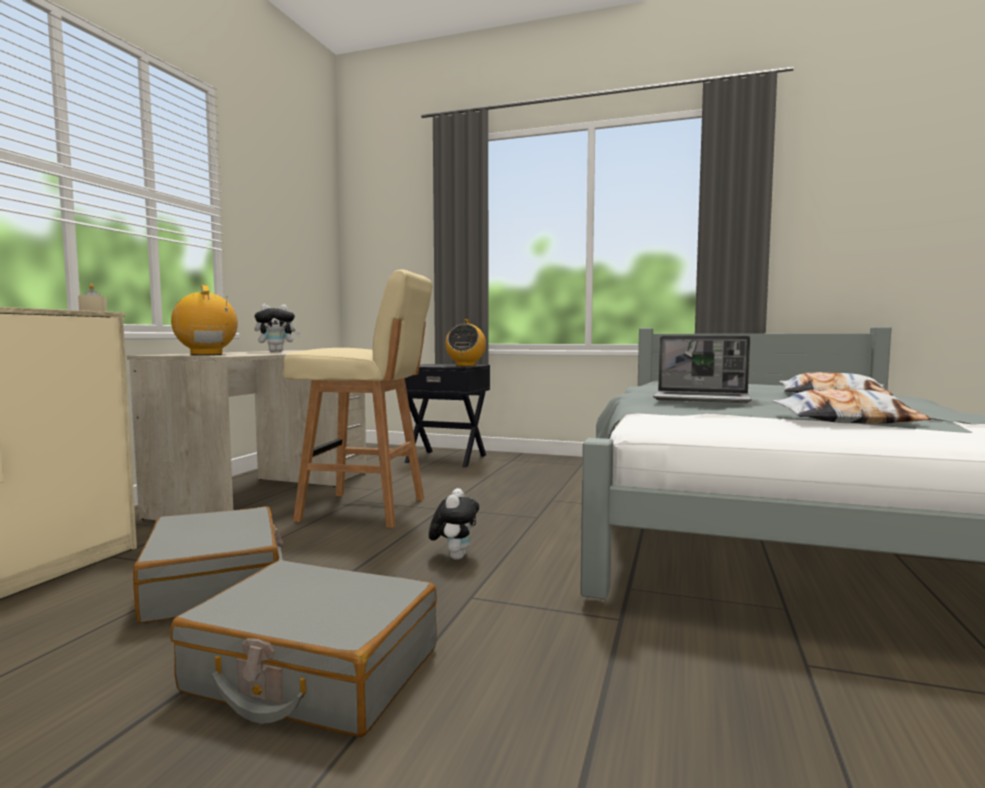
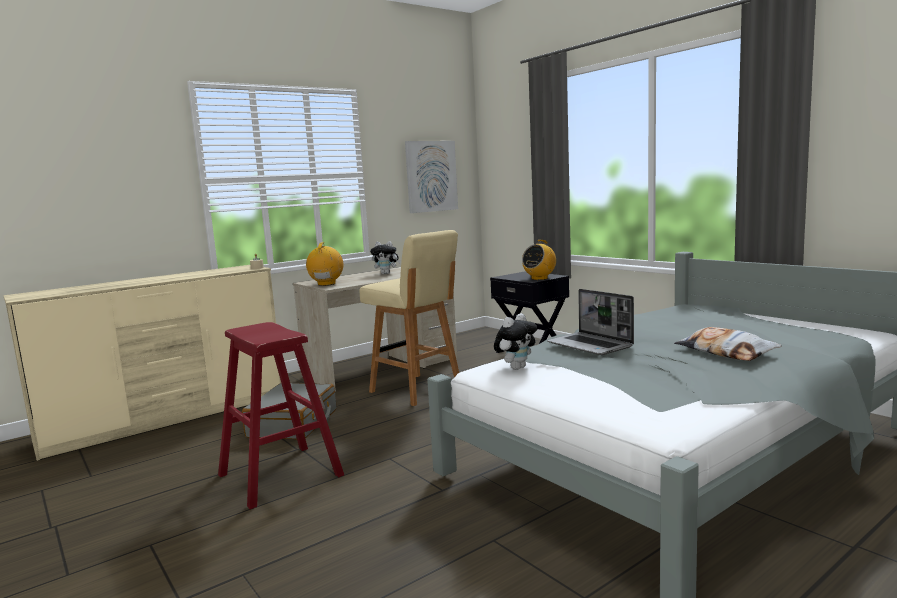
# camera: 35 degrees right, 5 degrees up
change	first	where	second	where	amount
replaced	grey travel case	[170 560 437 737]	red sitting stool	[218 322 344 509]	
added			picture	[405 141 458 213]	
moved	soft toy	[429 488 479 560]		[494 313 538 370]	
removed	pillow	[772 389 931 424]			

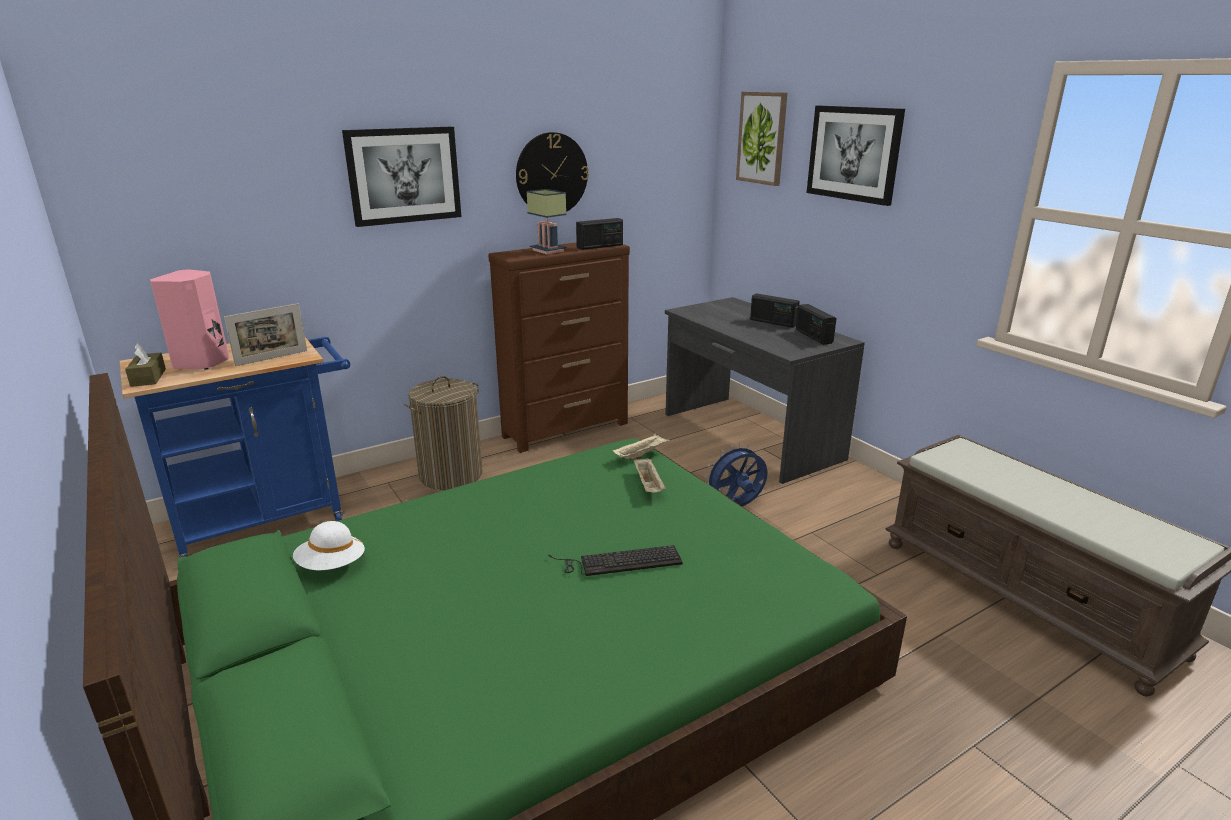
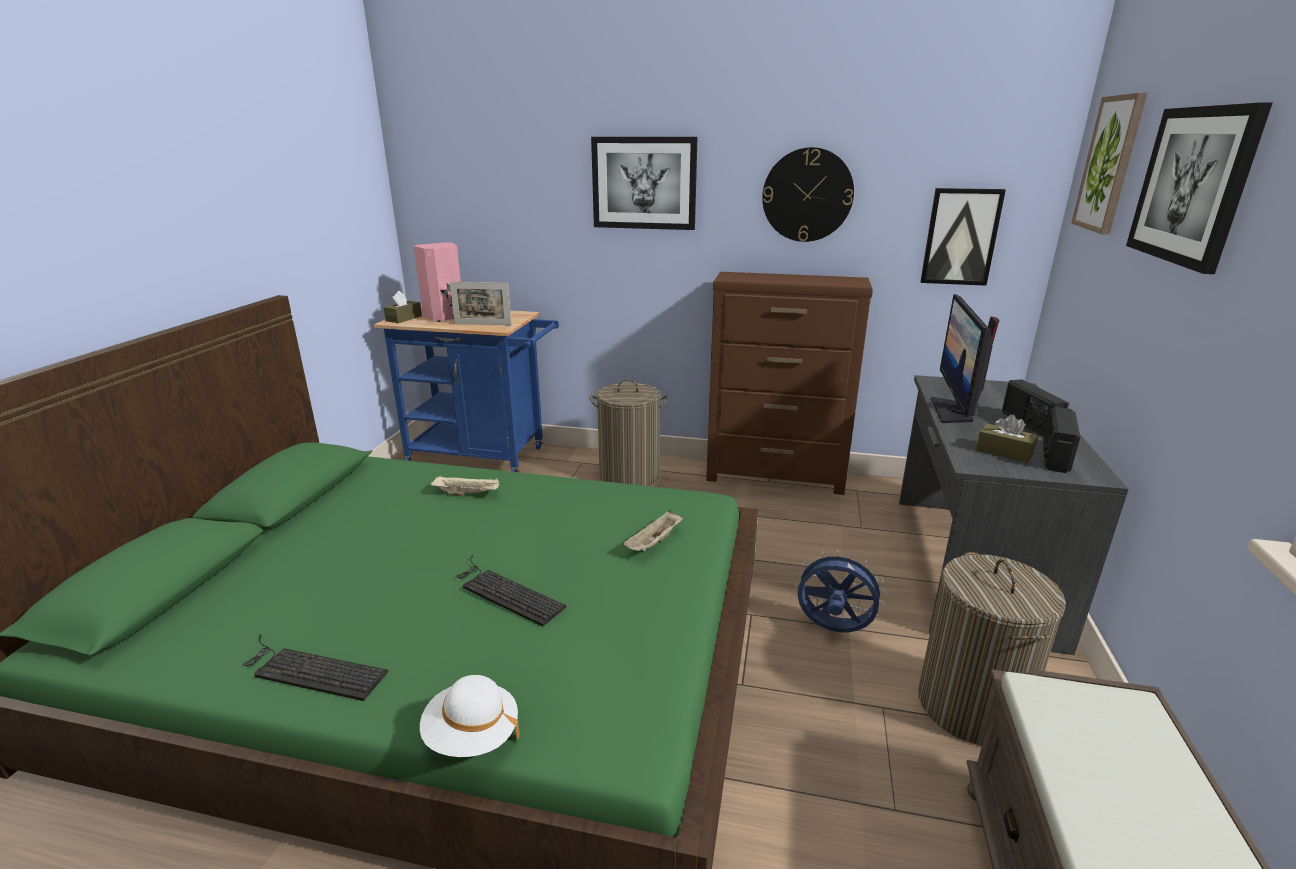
# camera: 45 degrees right, 0 degrees up
change	first	where	second	where	amount
added			PC keyboard	[243 634 389 701]	
moved	white-coloured hat	[293 521 365 570]		[420 675 519 757]	
moved	beige carrying tray	[613 433 670 460]		[431 476 499 496]	
added			hamper	[918 552 1066 745]	
added			picture	[920 188 1006 286]	
added			monitor	[931 294 999 423]	
added			brown tissue box	[976 414 1038 463]	
removed	lamp for a table	[526 189 567 254]			
removed	radio	[576 218 623 250]			

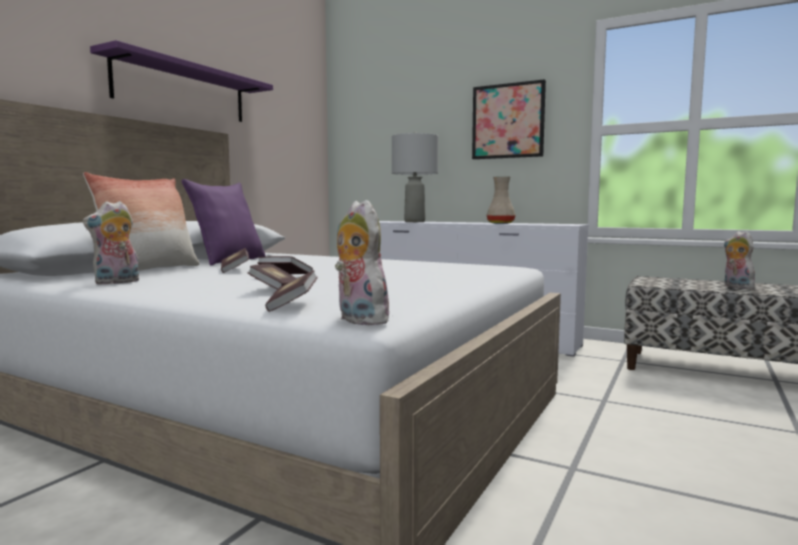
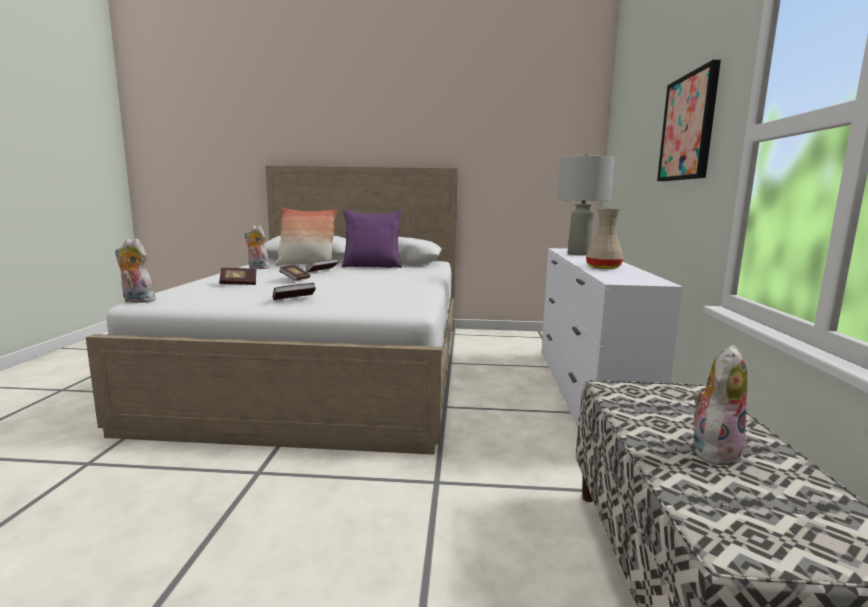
# camera: 65 degrees right, 5 degrees up
change	first	where	second	where	amount
turned	soft toy	[335 200 389 325]		[115 238 156 303]	105 degrees counterclockwise
moved	book	[265 270 318 312]		[273 283 316 300]	
removed	purple bracket shelf	[90 40 273 122]			

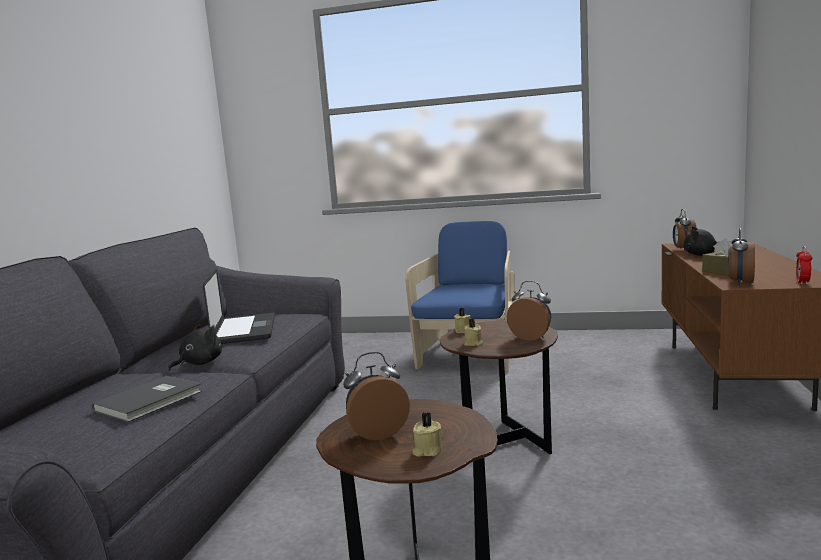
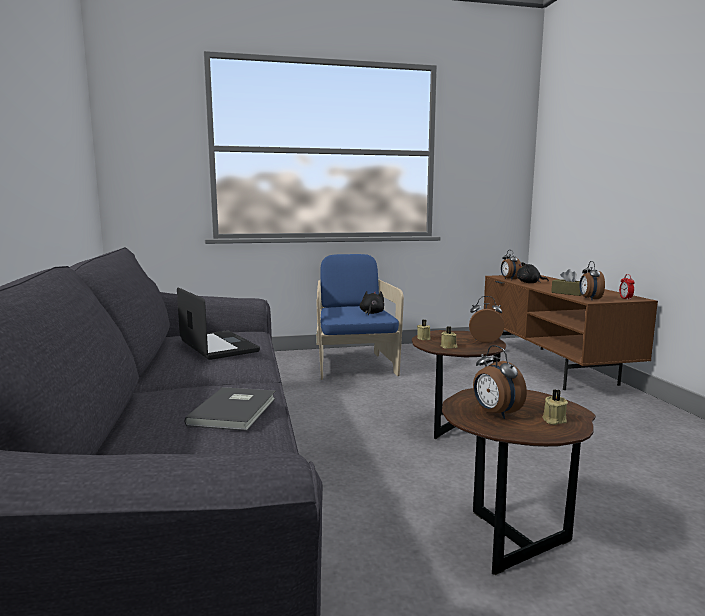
# camera: 25 degrees left, 0 degrees up
change	first	where	second	where	amount
moved	black-coloured soft toy	[168 324 222 371]		[360 291 384 315]	
turned	table clock	[343 352 410 440]		[473 345 527 419]	75 degrees counterclockwise

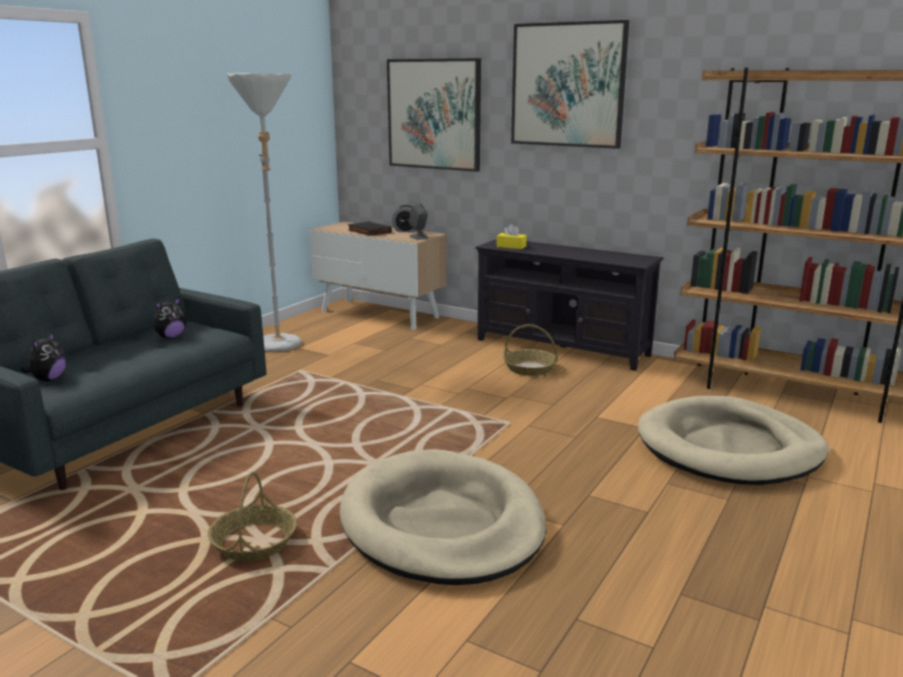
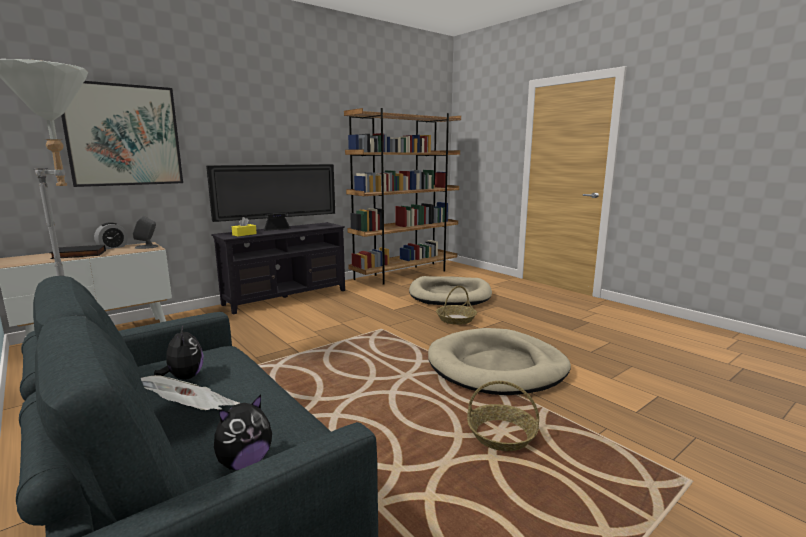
# camera: 70 degrees left, 5 degrees down
change	first	where	second	where	amount
added			newspaper	[140 375 240 410]	
added			television	[206 164 335 231]	
turned	soft toy	[20 332 66 381]		[214 394 272 470]	105 degrees clockwise
moved	household basket	[503 324 558 376]		[436 286 477 325]	
removed	picture	[511 20 629 149]			

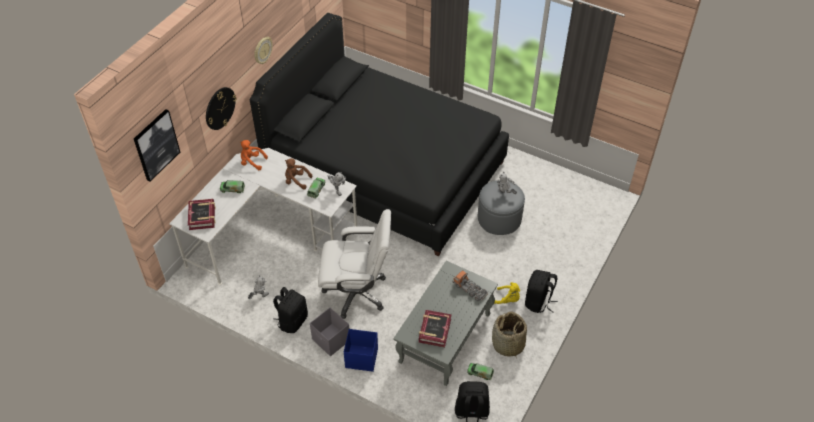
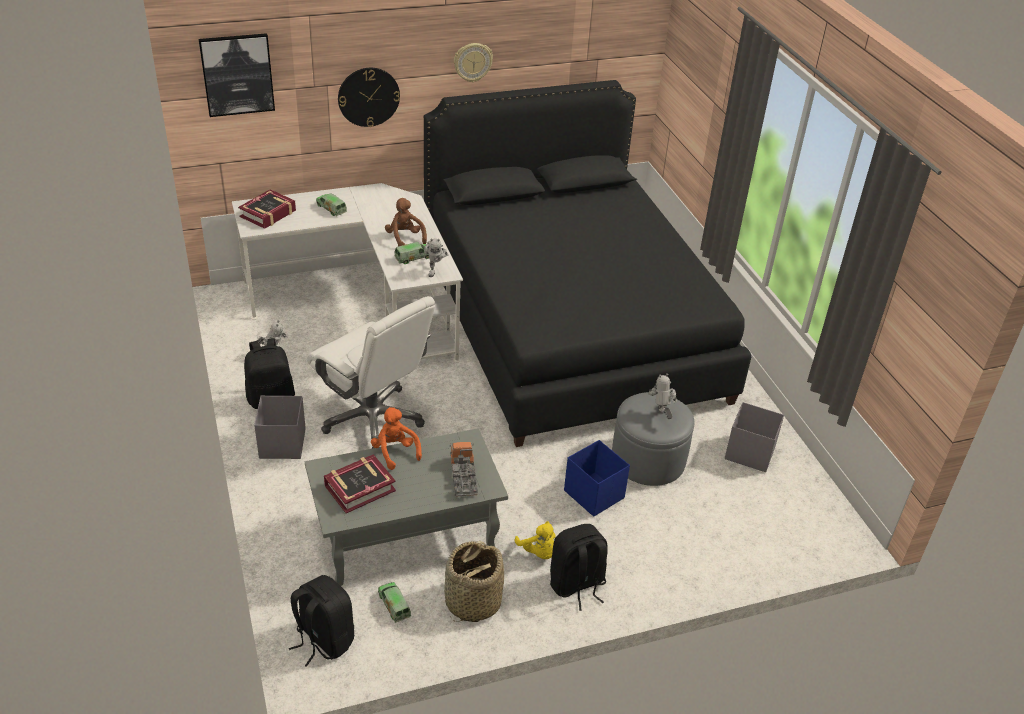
# camera: 40 degrees right, 10 degrees down
change	first	where	second	where	amount
moved	orange-coloured soft toy	[240 140 268 170]		[371 407 422 470]	
moved	bluish storage box	[344 329 378 372]		[564 440 630 517]	
added			grey storage box	[725 402 784 472]	

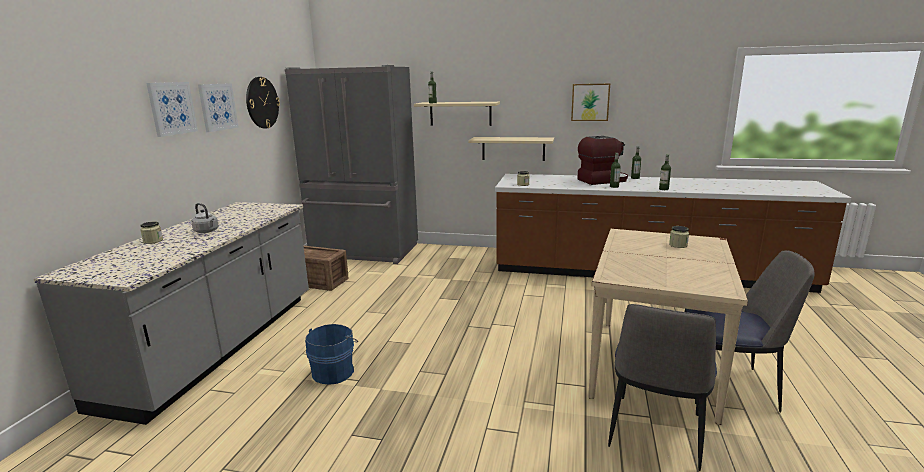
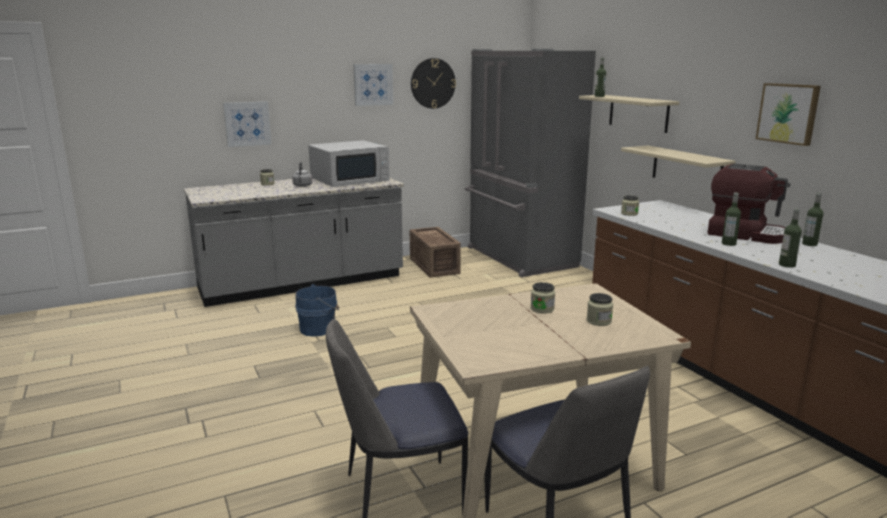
# camera: 50 degrees right, 0 degrees up
change	first	where	second	where	amount
moved	picture	[146 82 198 137]		[223 102 272 147]	
added			white-coloured kitchen microwave	[308 140 390 187]	
added			preserve jar	[531 282 555 313]	

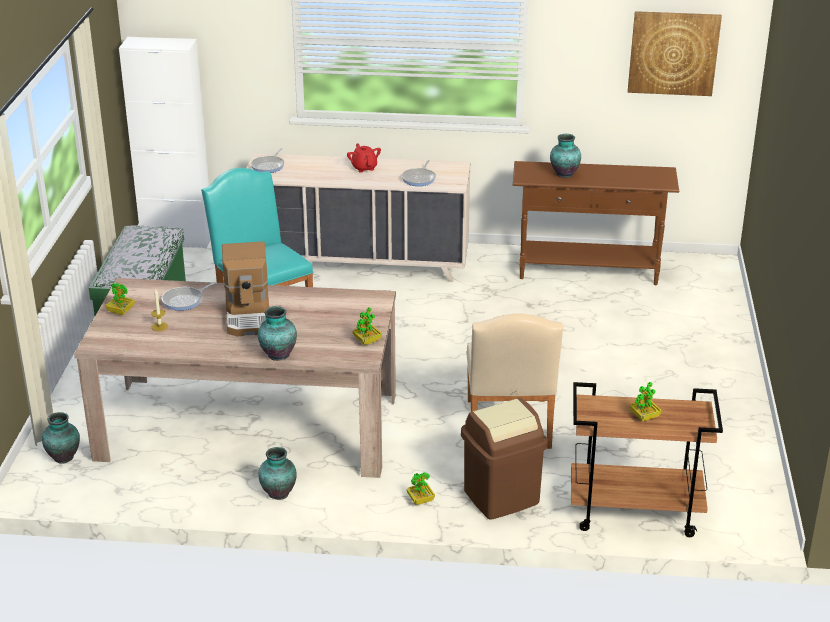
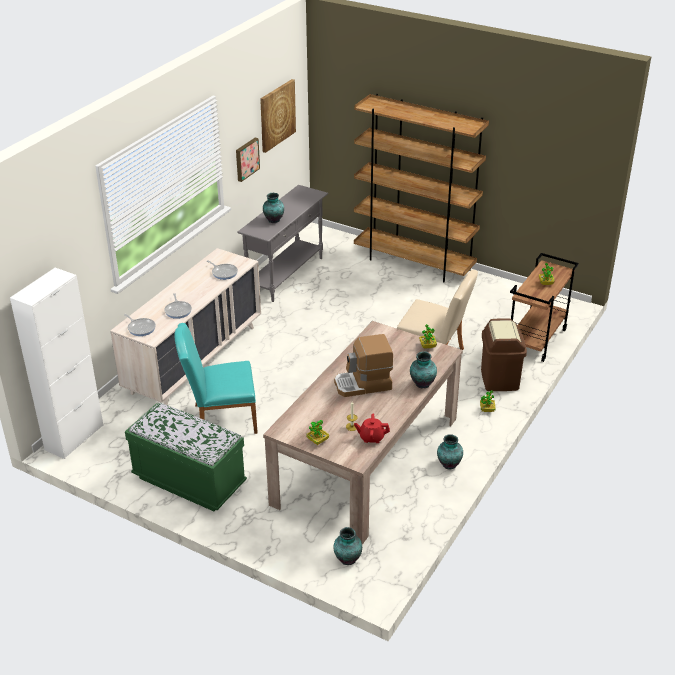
# camera: 65 degrees left, 5 degrees up
change	first	where	second	where	amount
moved	frying pan	[162 282 217 311]		[164 293 192 319]	
added			picture	[236 137 260 182]	
recoloured	brown hall table	[513 161 679 285]	grey hall table	[237 185 328 302]	
turned	coffee maker	[222 241 269 336]		[334 334 393 397]	150 degrees clockwise
added			brown bookshelf	[354 94 489 282]	
moved	red teapot	[347 144 381 173]		[354 414 390 443]	

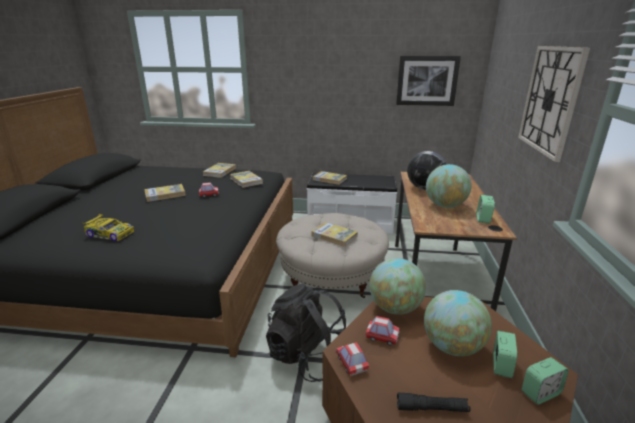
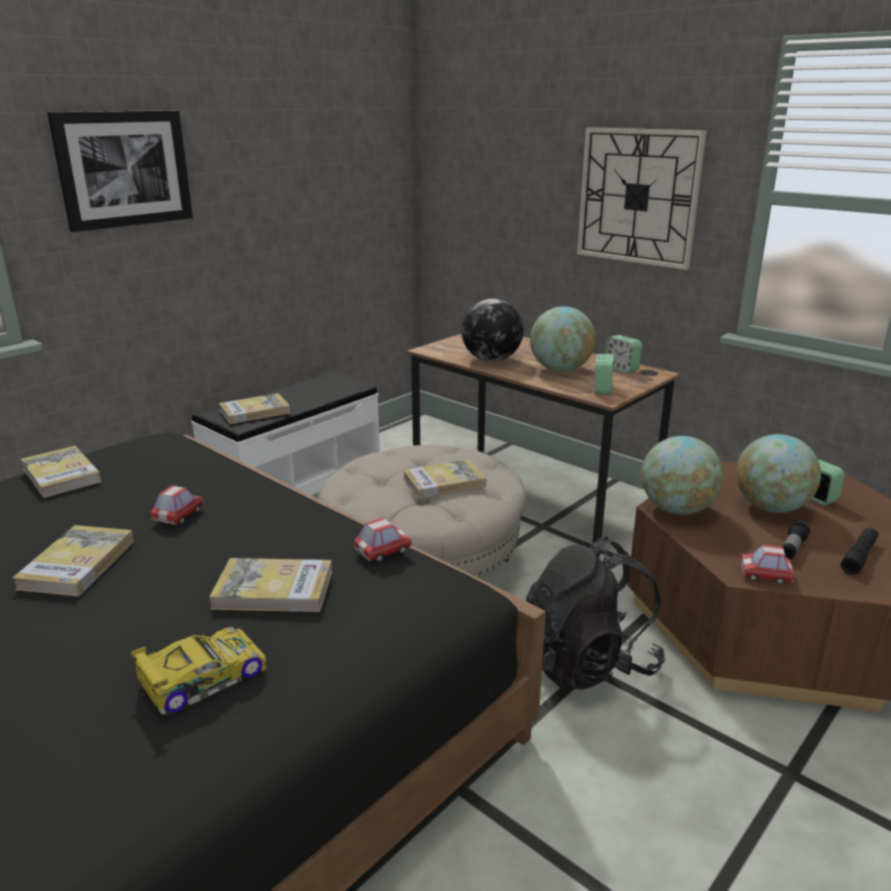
# camera: 55 degrees left, 0 degrees up
change	first	where	second	where	amount
moved	picture	[396 56 461 106]		[47 110 193 232]	
moved	book	[230 171 263 188]		[209 558 332 612]	
moved	toy car	[365 316 400 346]		[354 518 412 562]	
moved	table clock	[522 357 569 405]		[594 354 614 395]	
added			torch	[782 521 810 560]	

